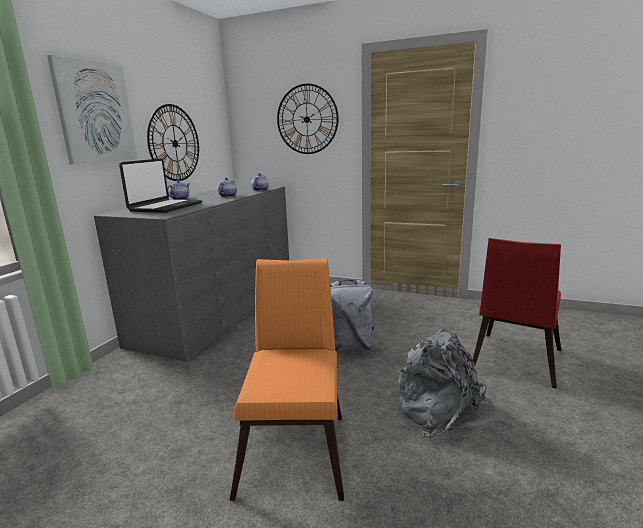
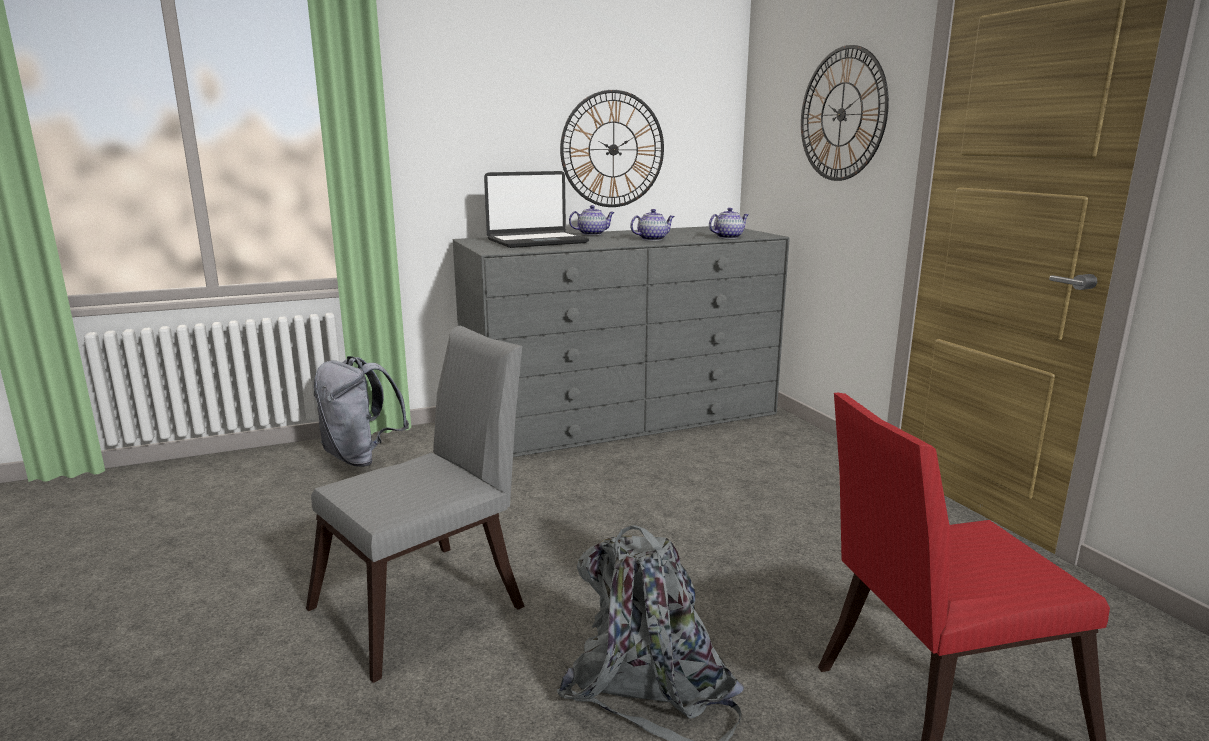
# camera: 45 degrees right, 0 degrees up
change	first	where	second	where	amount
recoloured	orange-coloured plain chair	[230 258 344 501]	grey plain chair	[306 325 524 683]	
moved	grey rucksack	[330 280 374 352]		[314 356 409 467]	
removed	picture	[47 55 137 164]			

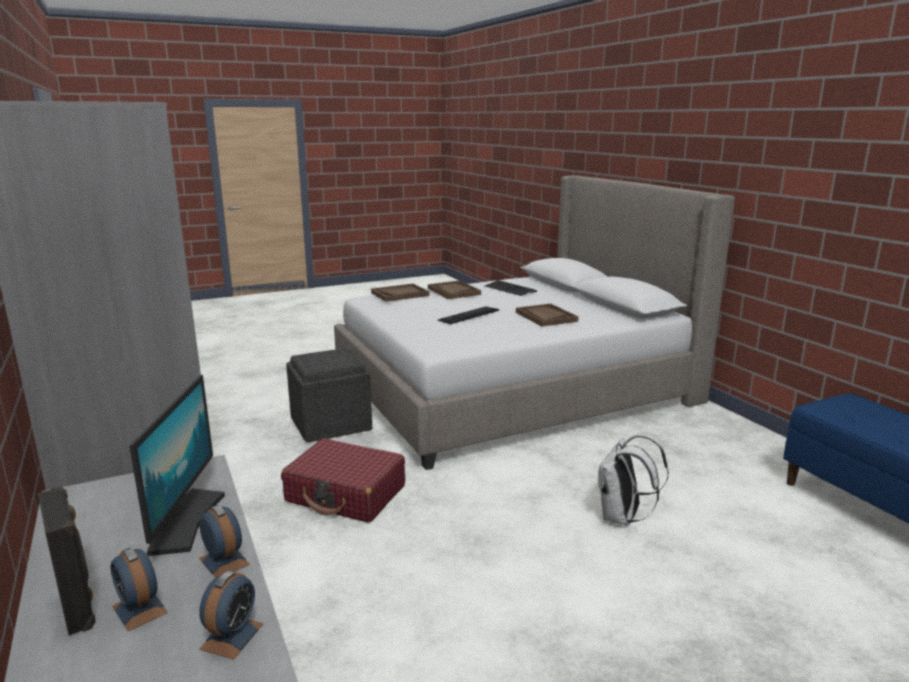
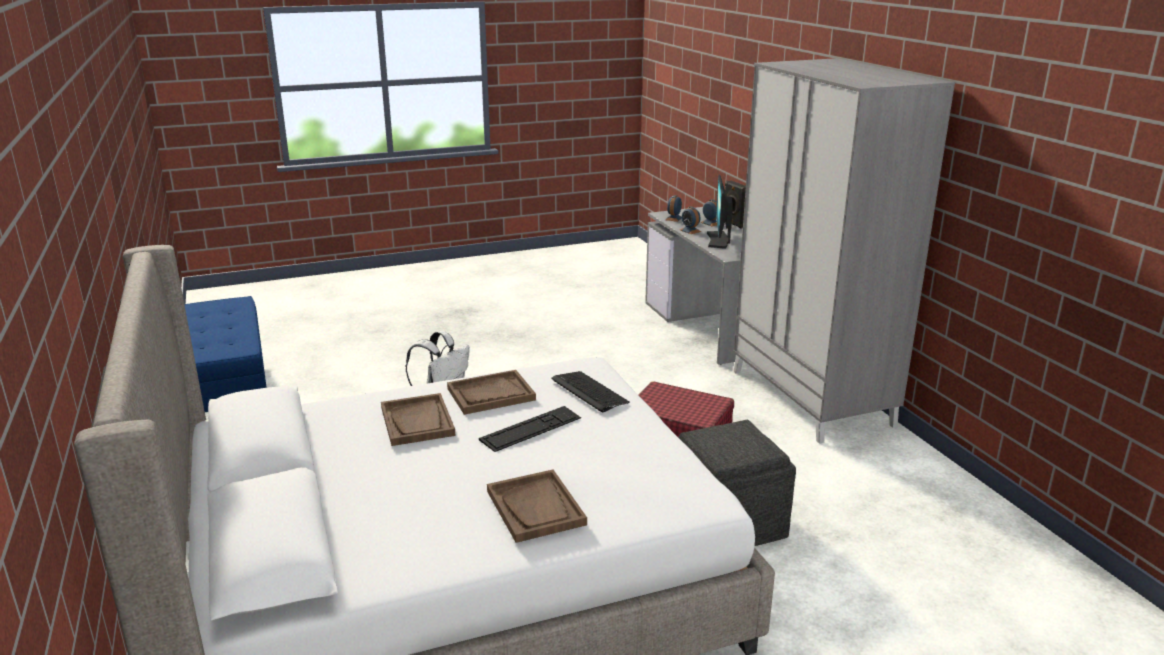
# camera: 175 degrees left, 5 degrees up
change	first	where	second	where	amount
moved	brown carrying tray	[371 283 429 302]		[447 370 536 415]	
moved	PC keyboard	[485 280 537 296]		[551 371 630 412]	

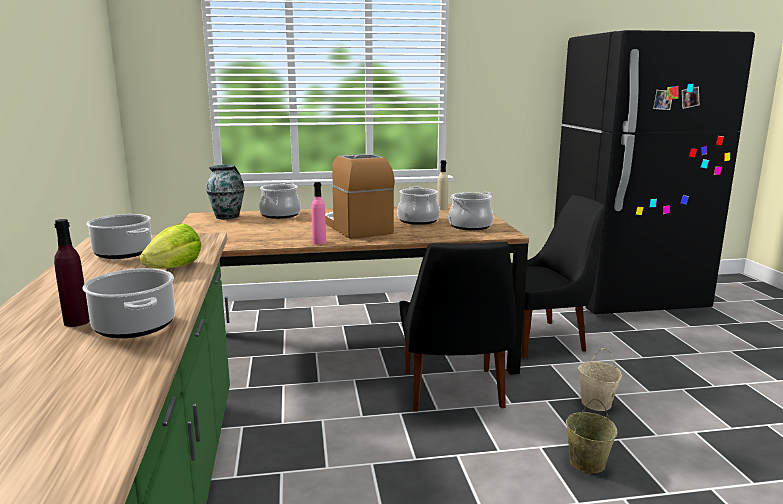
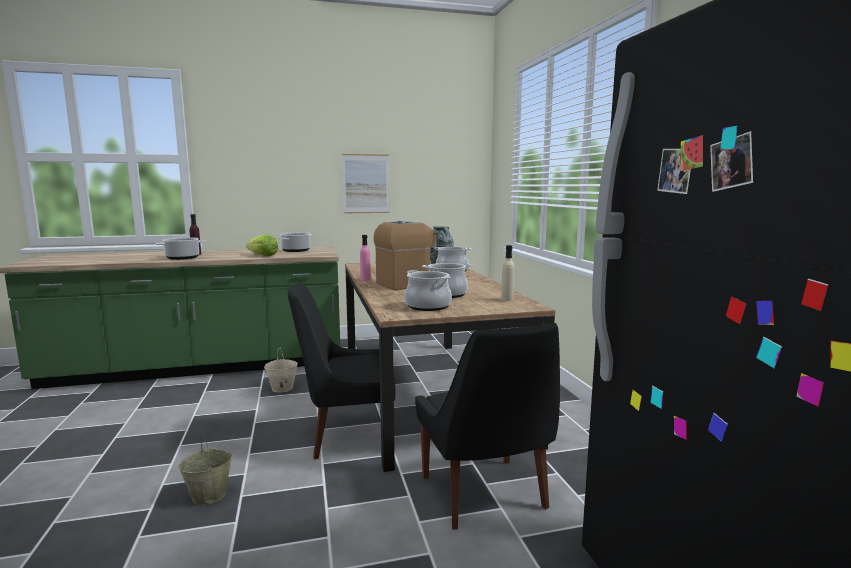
# camera: 85 degrees right, 5 degrees down
change	first	where	second	where	amount
moved	beige bucket	[578 348 622 411]		[264 348 298 393]	
added			picture	[342 154 389 213]	

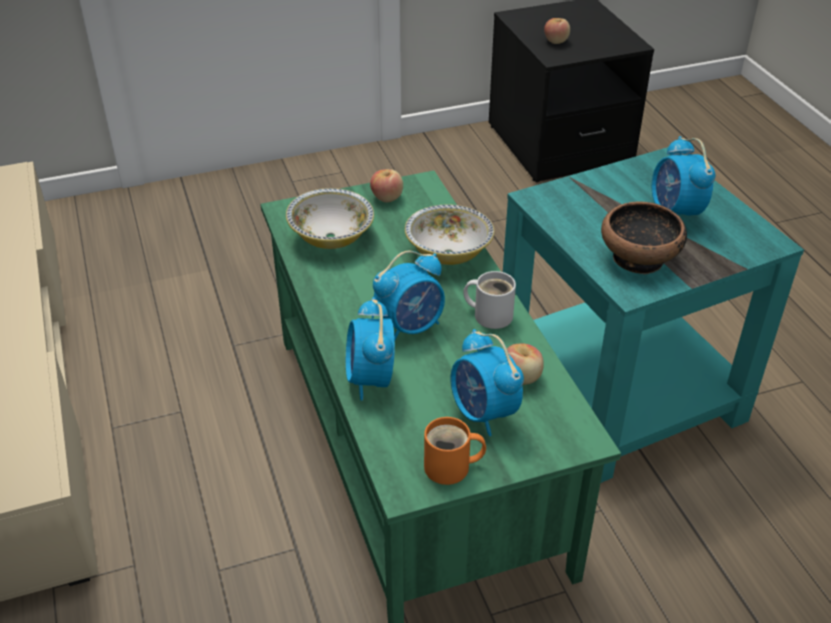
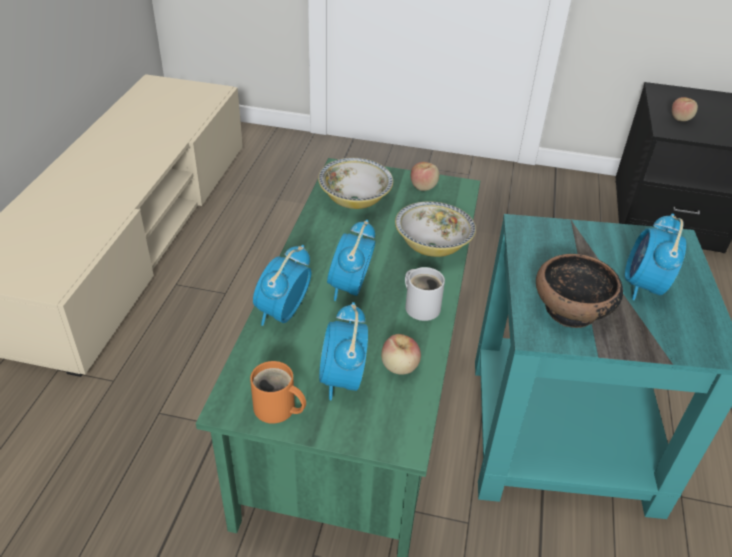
# camera: 30 degrees right, 0 degrees up
change	first	where	second	where	amount
turned	table clock	[373 251 445 340]		[327 219 376 301]	105 degrees clockwise

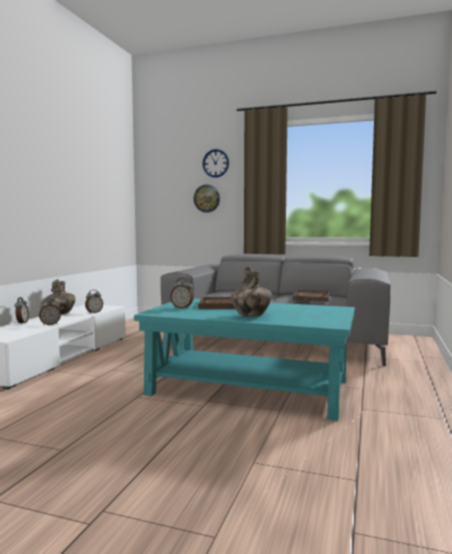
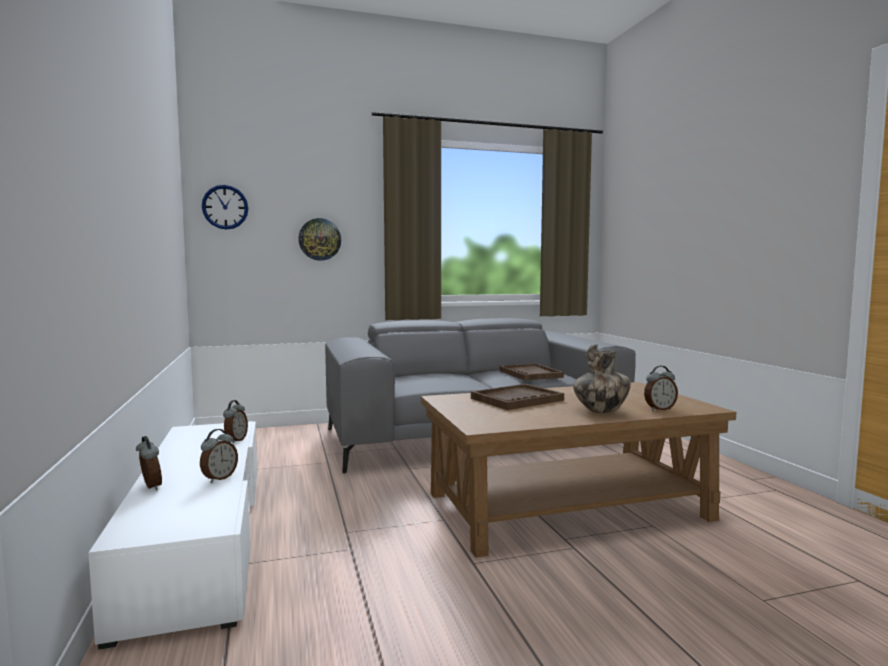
# camera: 35 degrees left, 0 degrees up
change	first	where	second	where	amount
moved	hanging clock	[203 149 229 178]		[202 185 248 230]	
recoloured	turquoise-coloured lounge table	[134 299 355 421]	brown lounge table	[421 382 736 558]	
moved	table clock	[170 278 194 309]		[644 366 678 411]	
removed	decorative vase	[45 279 76 314]			

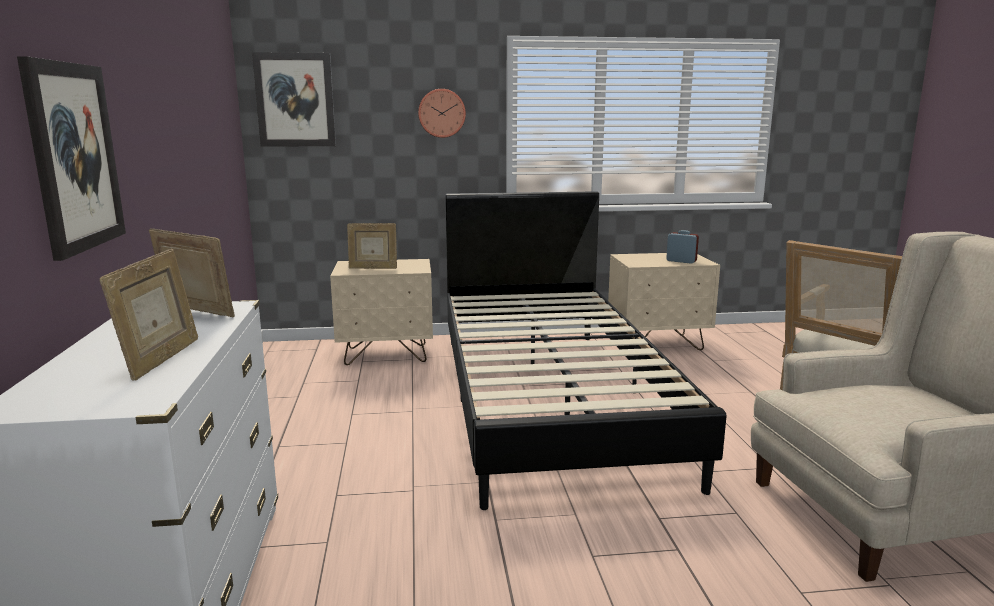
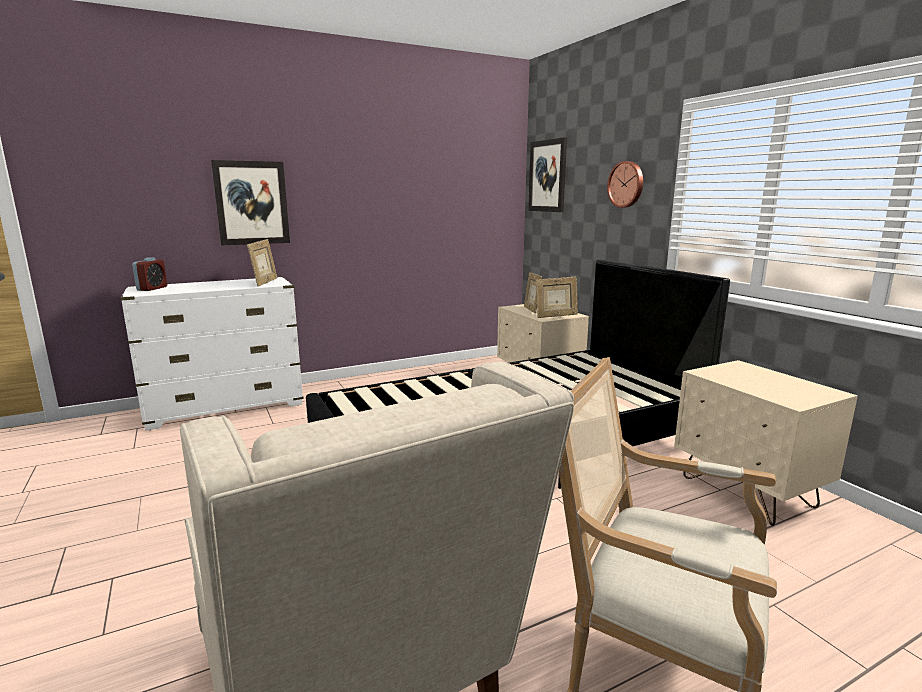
# camera: 70 degrees right, 0 degrees up
change	first	where	second	where	amount
moved	table clock	[666 230 699 264]		[132 257 167 291]	
moved	standing frame	[100 249 198 381]		[536 277 578 318]	

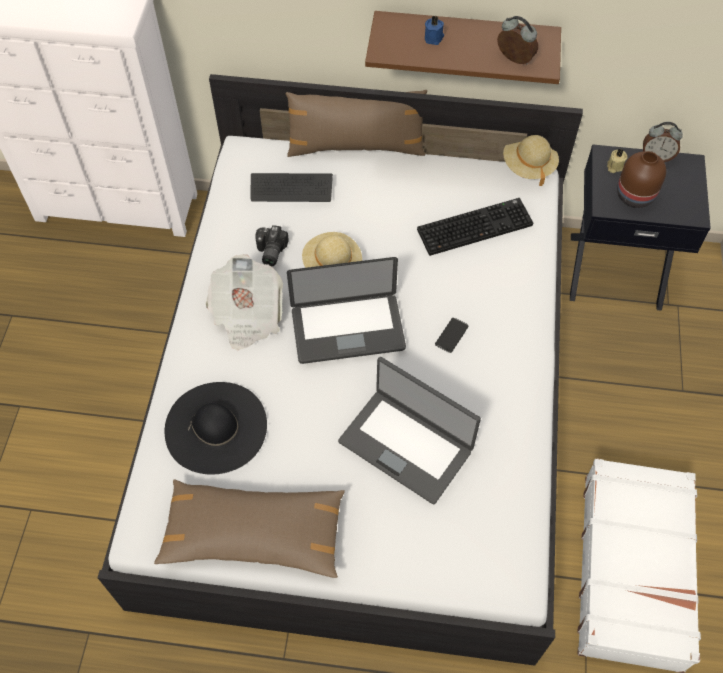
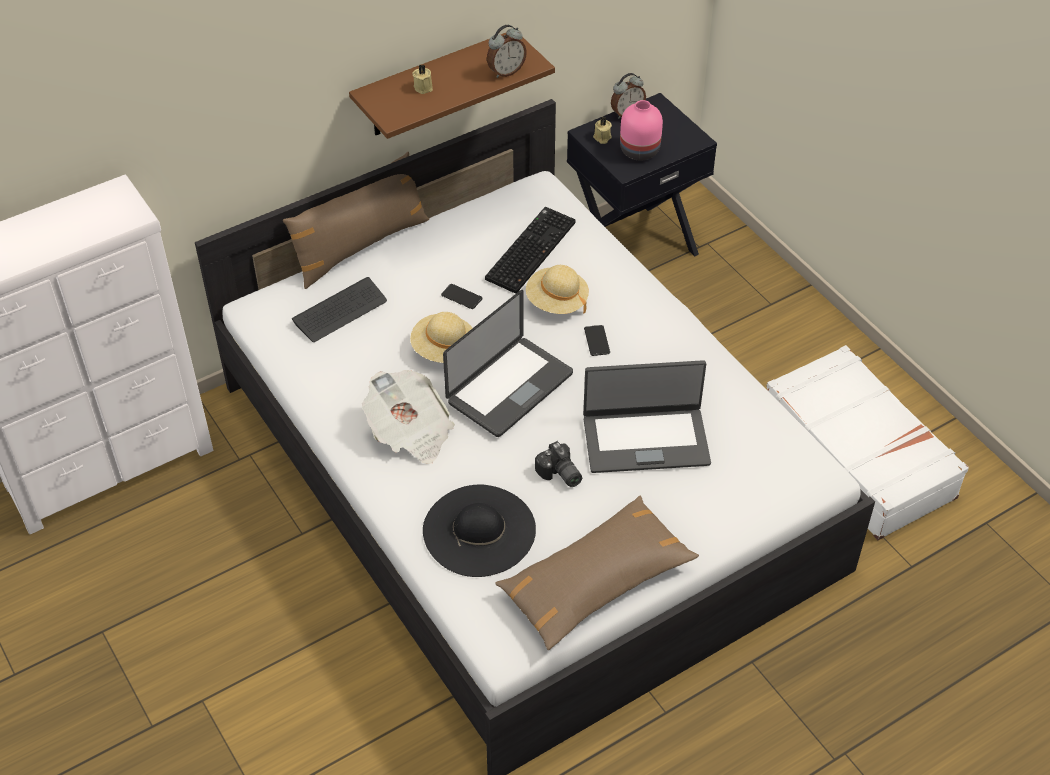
# camera: 40 degrees left, 10 degrees down
change	first	where	second	where	amount
recoloured	bluish wax candle	[425 16 444 45]	beige wax candle	[413 65 433 94]	
added			handset	[441 284 483 309]	
turned	table clock	[497 16 538 64]		[487 25 527 78]	150 degrees clockwise
moved	beige hat	[503 135 559 186]		[526 265 589 314]	
moved	photo camera	[255 225 289 266]		[535 441 582 487]	
recoloured	brown decorative vase	[617 151 666 208]	pink decorative vase	[620 100 663 161]	

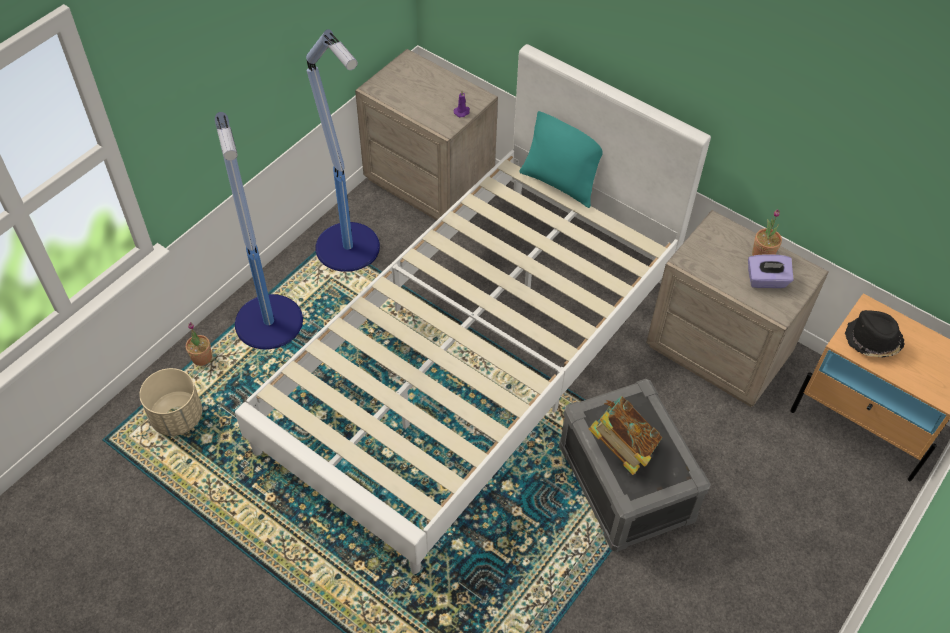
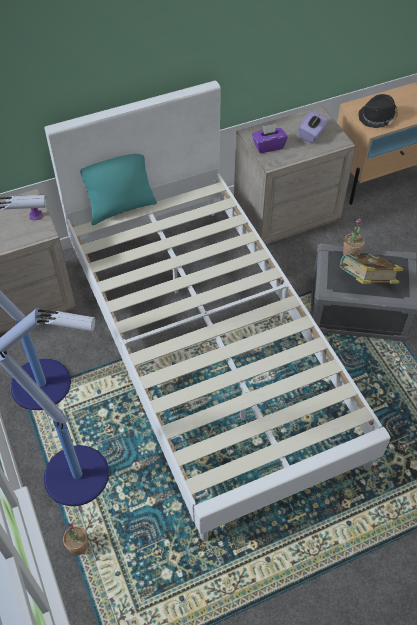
# camera: 60 degrees left, 0 degrees up
change	first	where	second	where	amount
added			purple tissue box	[252 124 288 153]	
moved	potted plant	[752 209 782 256]		[343 219 365 255]	
removed	beige plant pot	[139 368 202 436]			

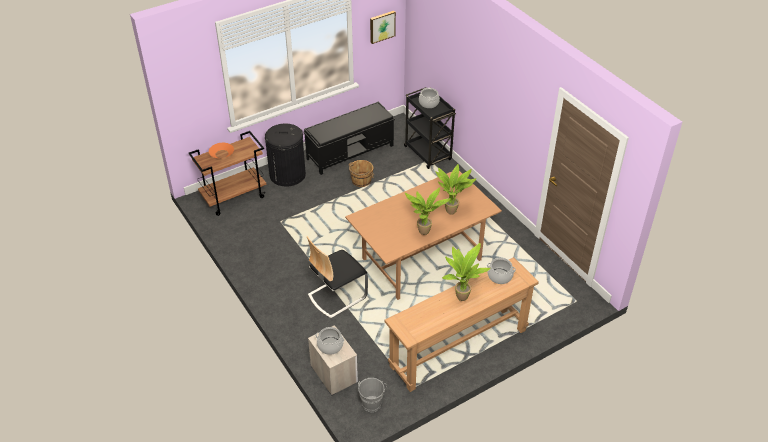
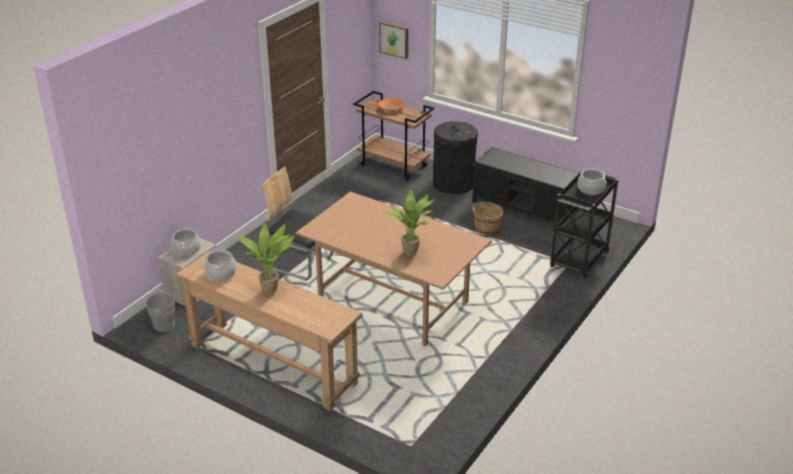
# camera: 65 degrees right, 10 degrees down
change	first	where	second	where	amount
moved	stockpot	[487 258 516 284]		[204 249 236 281]	
moved	picture	[370 11 396 44]		[379 21 408 59]	
removed	potted plant	[405 187 451 235]			

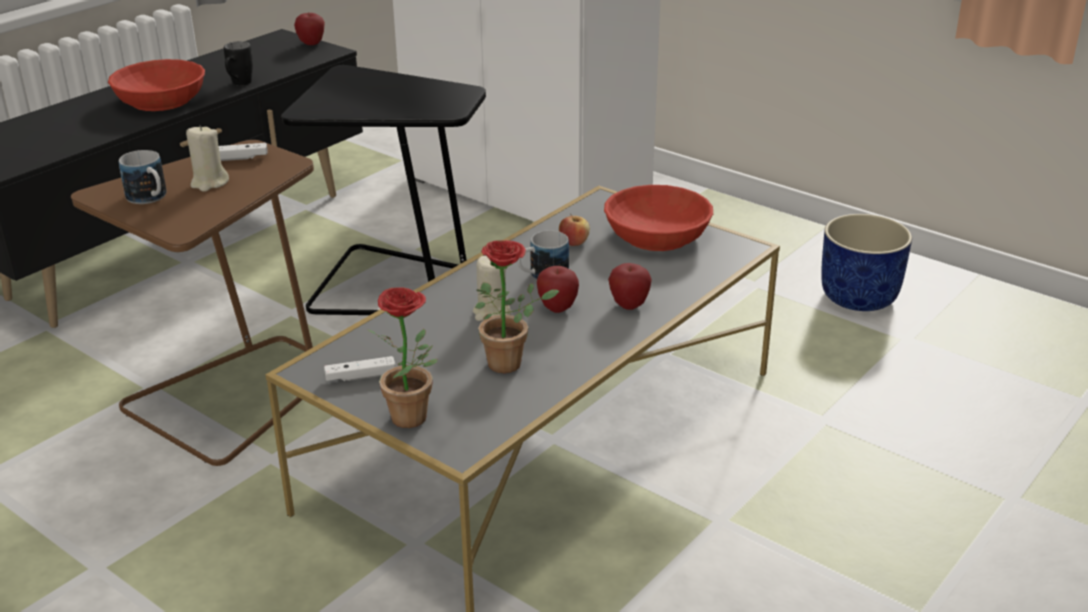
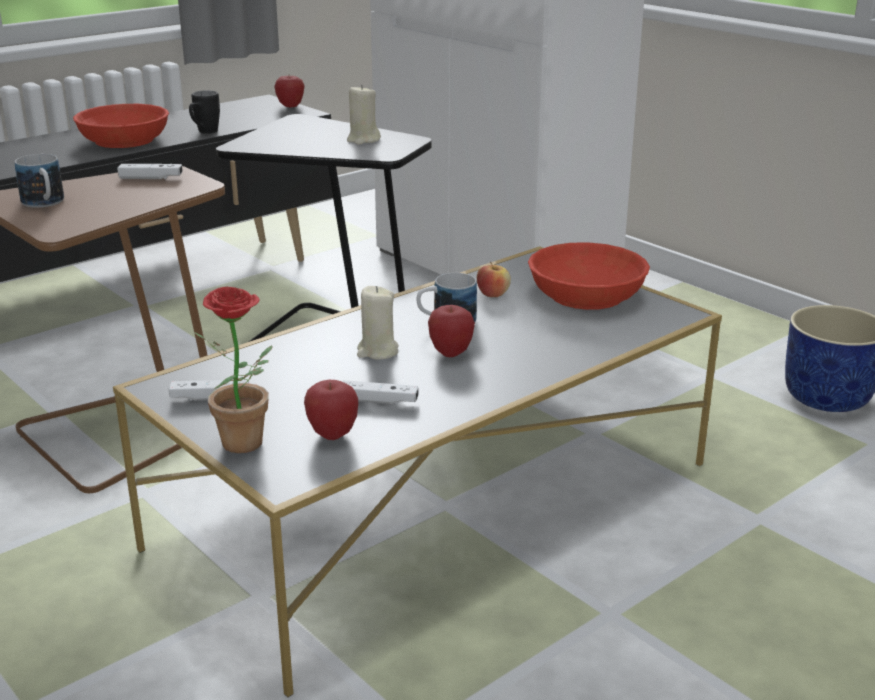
# camera: 10 degrees right, 5 degrees down
change	first	where	second	where	amount
moved	apple	[608 263 652 310]		[304 380 358 440]	
replaced	potted plant	[475 240 560 373]	white-coloured gamepad	[343 380 419 404]	
moved	beige wax candle	[186 125 229 192]		[347 84 381 145]	

